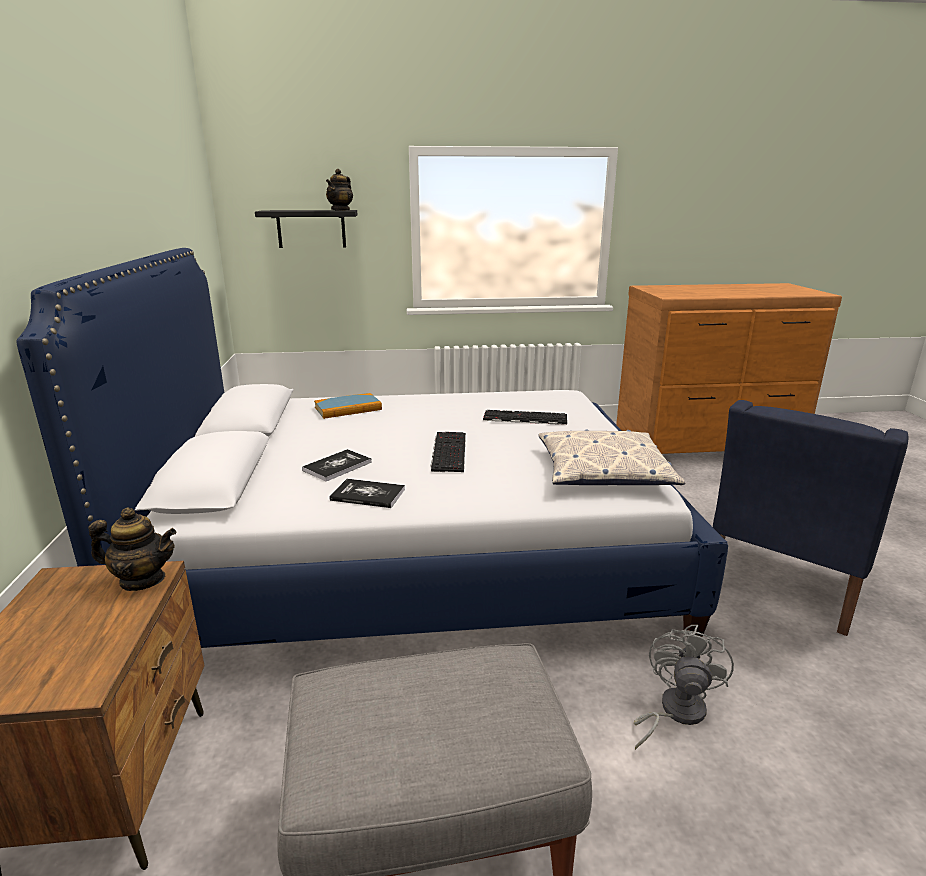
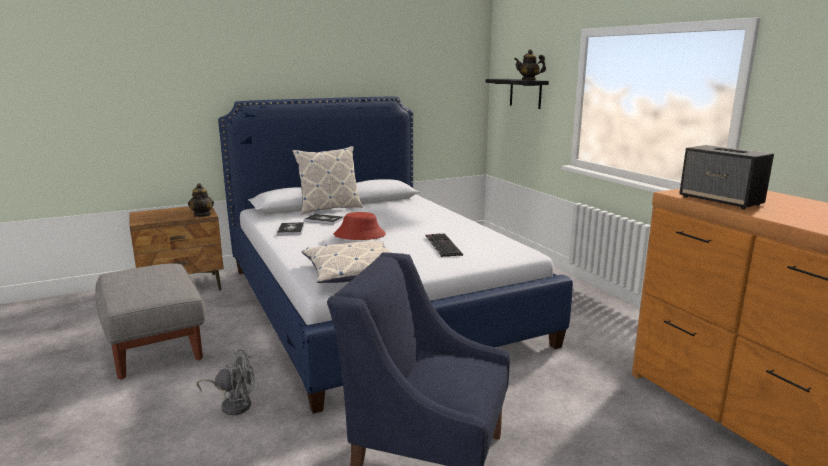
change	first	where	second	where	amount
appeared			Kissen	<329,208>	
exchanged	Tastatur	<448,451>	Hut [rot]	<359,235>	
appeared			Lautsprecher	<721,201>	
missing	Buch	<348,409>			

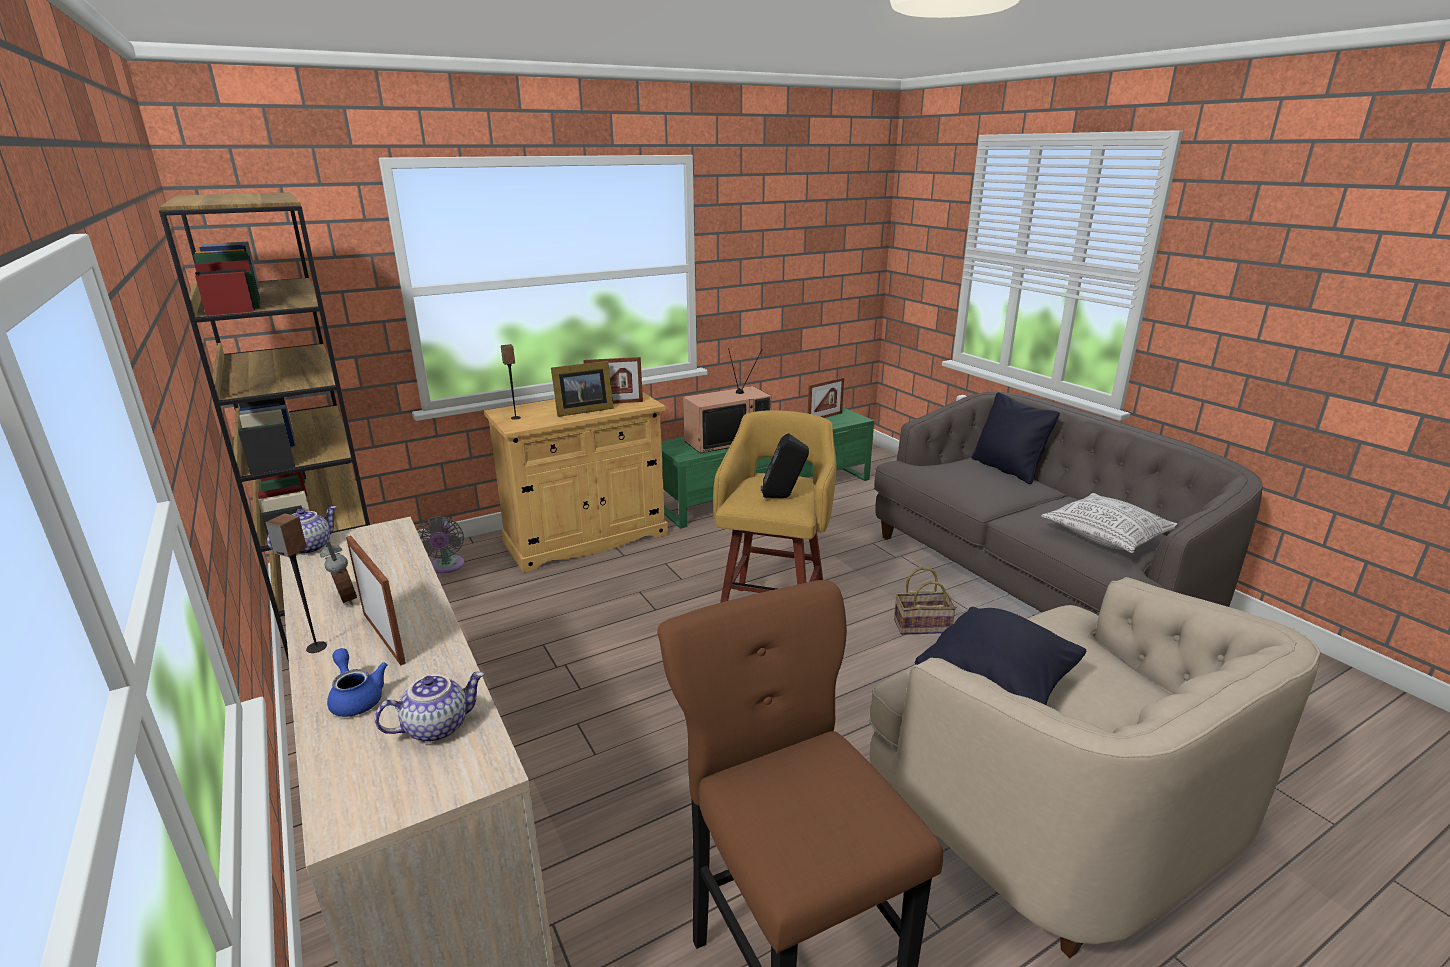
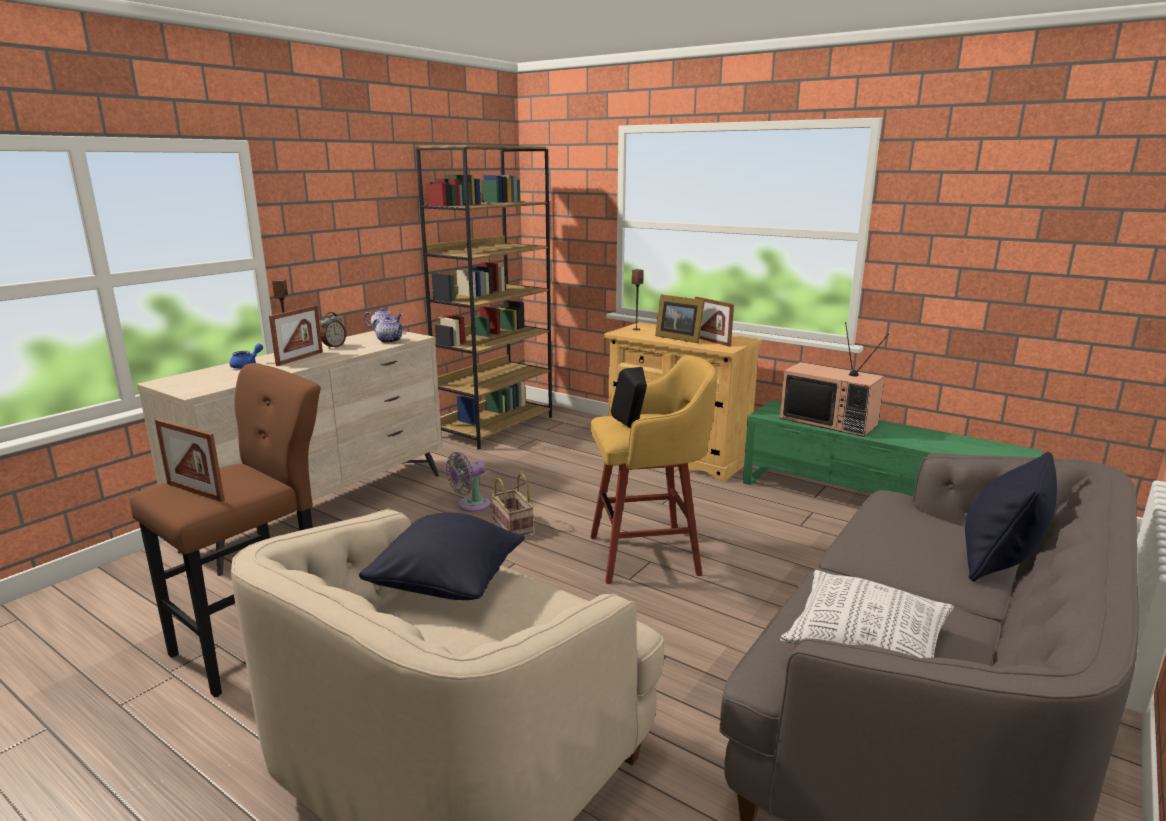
change	first	where	second	where	amount
relocated	Bilderrahmen	<824,417>		<195,492>	
relocated	Teekanne	<437,727>		<390,341>	
relocated	Ventilator [grau]	<446,567>		<470,505>	
relocated	Korb	<923,625>		<514,526>	

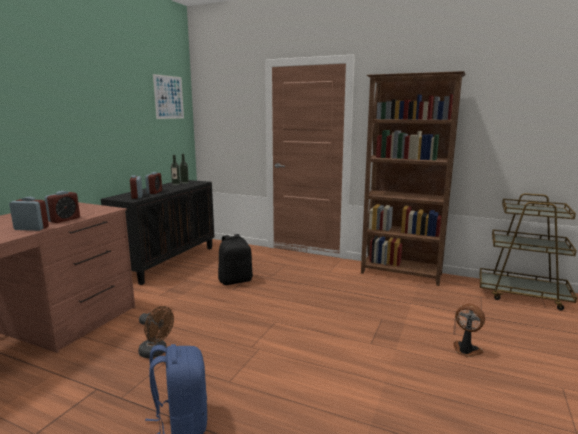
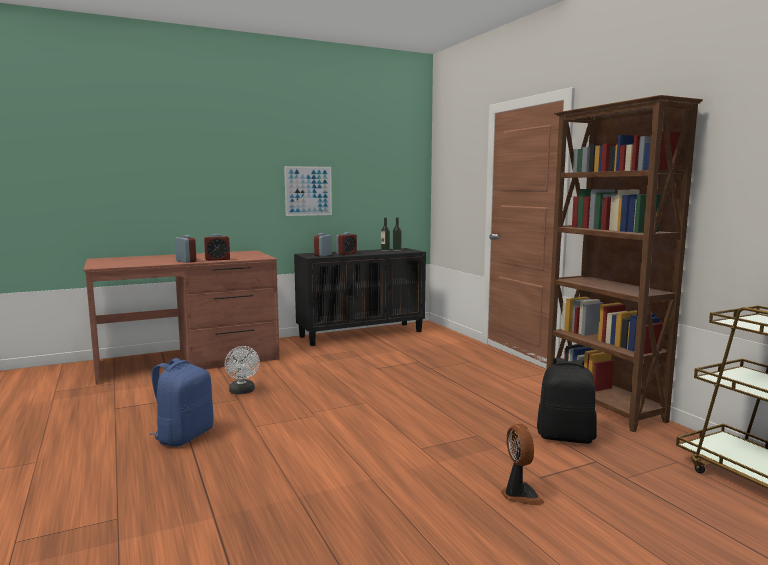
change	first	where	second	where	amount
colour	Ventilator [braun]	<156,352>	Ventilator [weiß]	<242,392>	
relocated	Bild	<169,97>		<308,191>	
relocated	Rucksack [schwarz]	<235,280>		<566,437>	

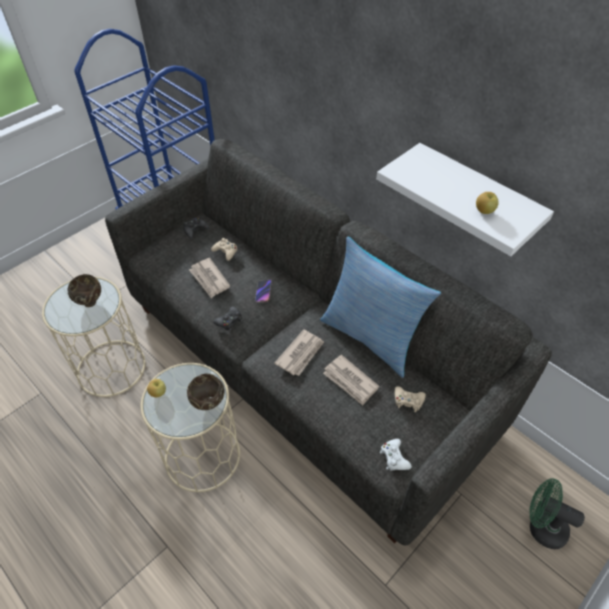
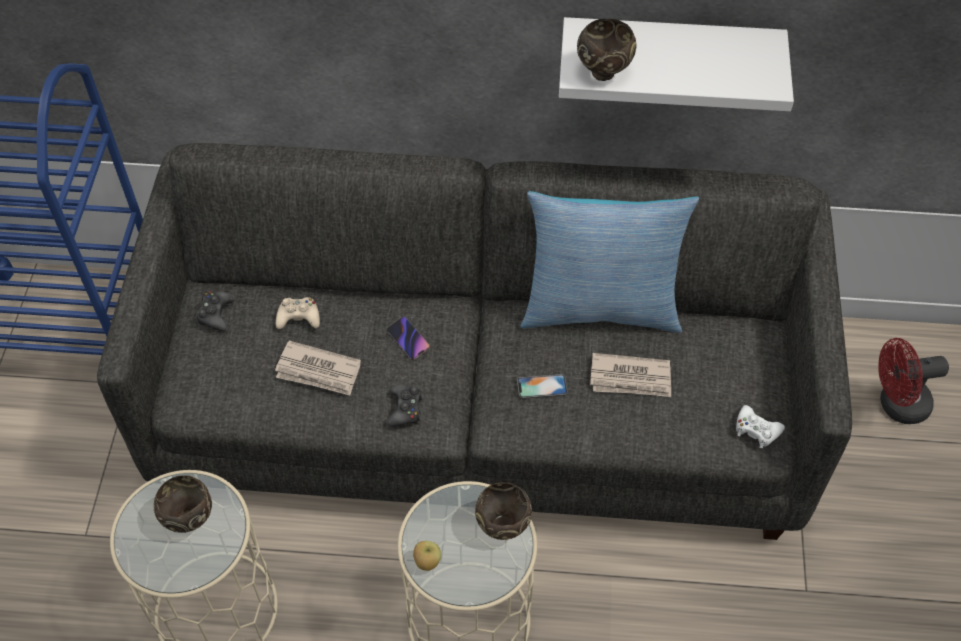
change	first	where	second	where	amount
exchanged	Zeitung	<301,354>	Handy	<542,386>	
appeared			Schüssel [braun]	<604,72>	
colour	Ventilator [grün]	<541,526>	Ventilator [rot]	<896,405>	
missing	Gamepad [beige]	<408,401>			
missing	Apfel	<484,211>			

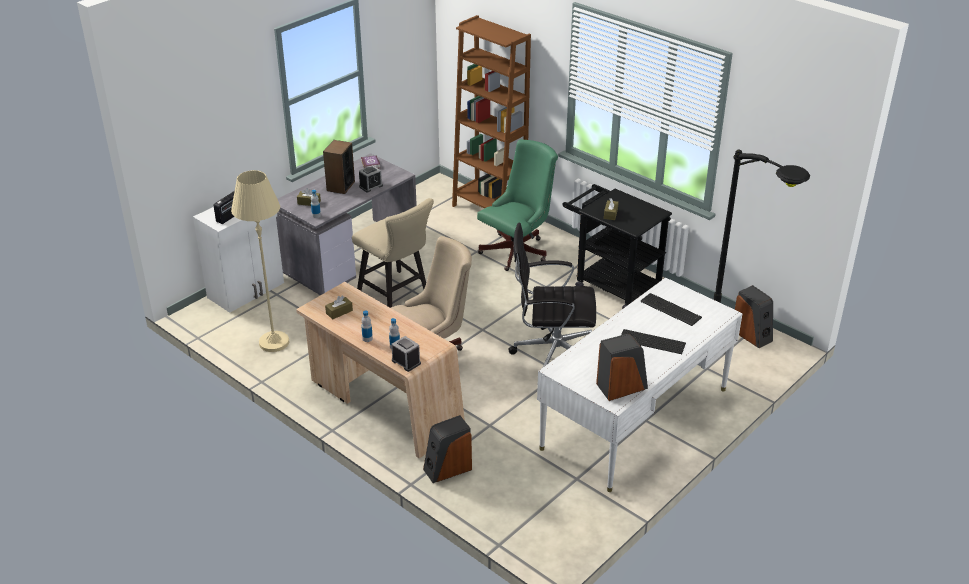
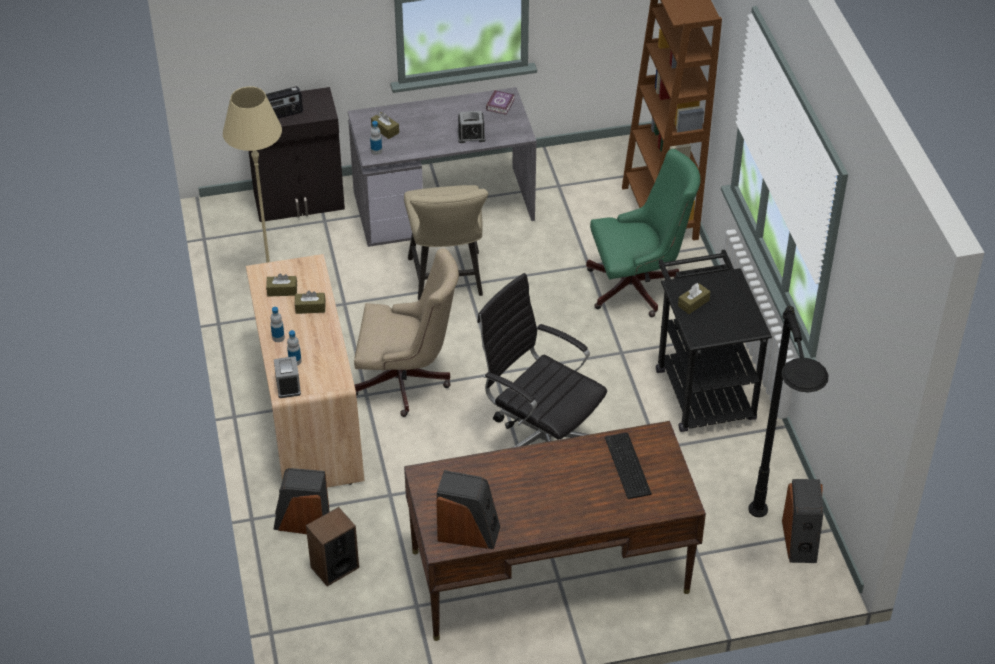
change	first	where	second	where	amount
colour	Schrank [weiß]	<247,290>	Schrank [schwarz]	<299,201>	
appeared			Taschentuchbox [braun]	<310,307>	
relocated	Lautsprecher	<340,186>		<334,567>	
colour	Schreibtisch [weiß]	<635,418>	Schreibtisch [braun]	<550,571>	
missing	Tastatur	<652,342>			

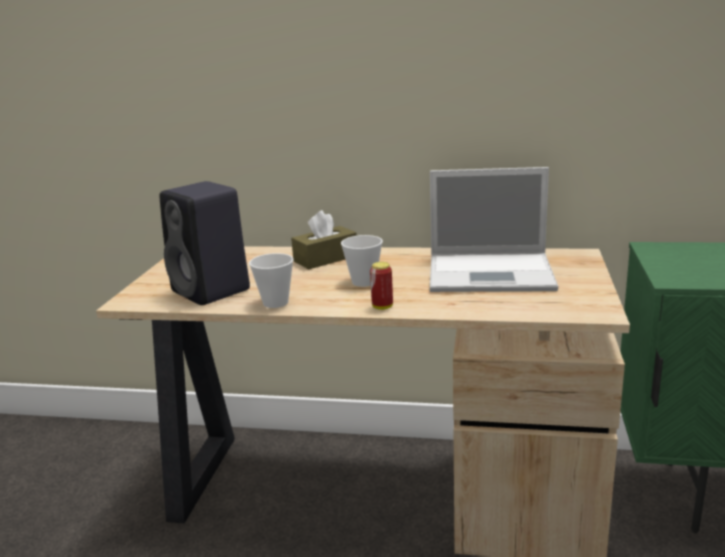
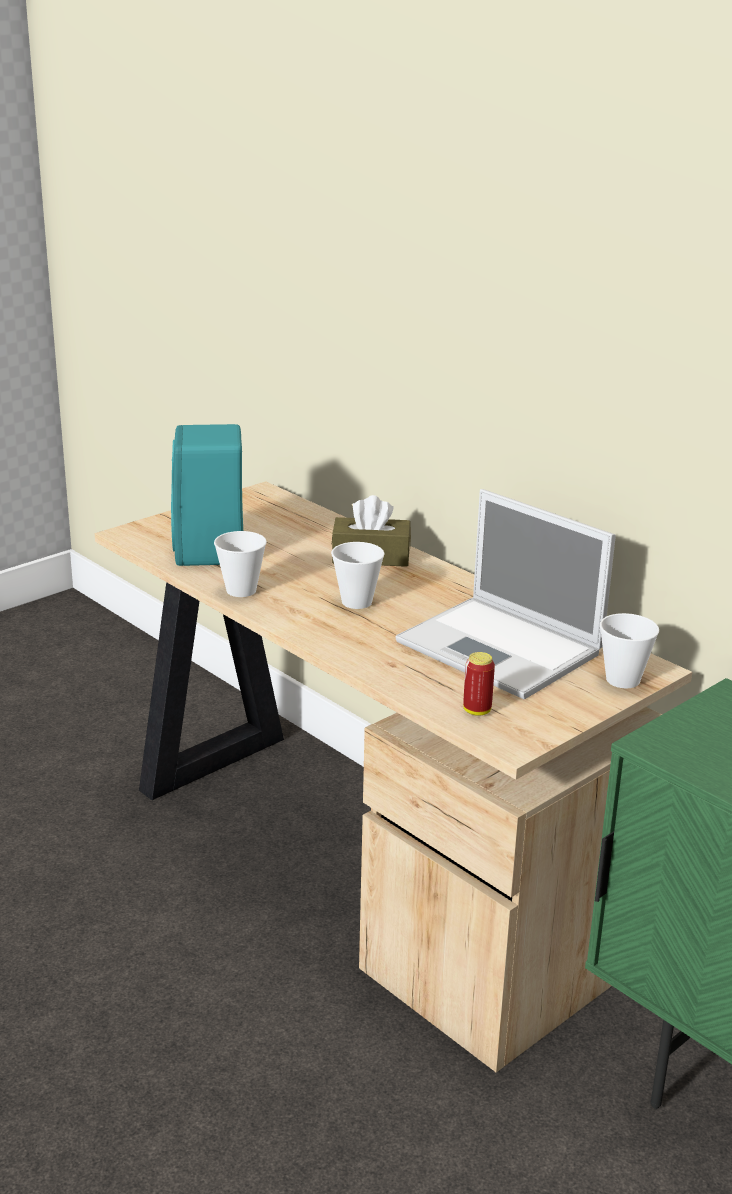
change	first	where	second	where	amount
colour	Lautsprecher [schwarz]	<213,291>	Lautsprecher [türkis]	<211,552>	
relocated	Dose	<382,307>		<477,711>	
appeared			Tasse	<623,680>	

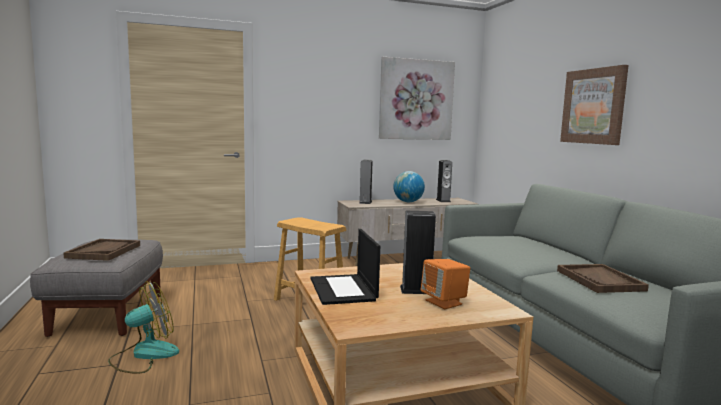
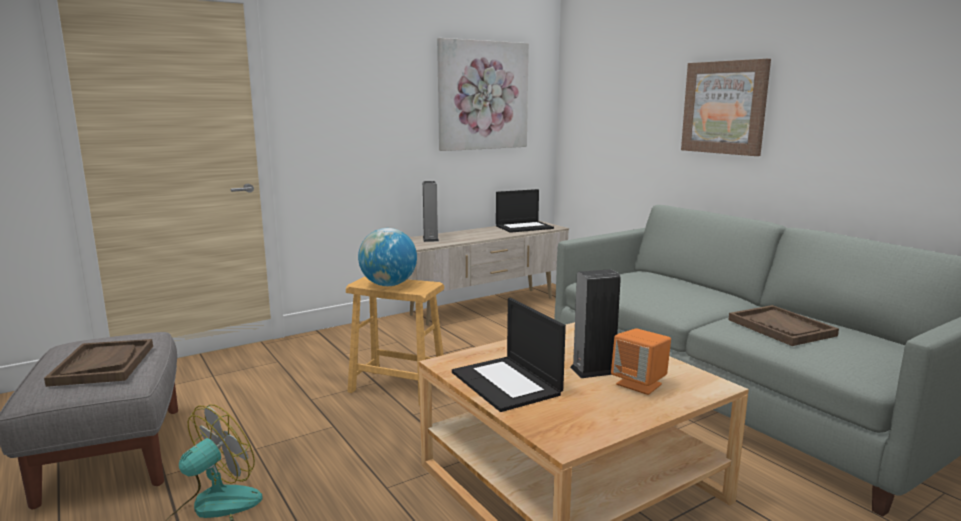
change	first	where	second	where	amount
relocated	Globus	<408,202>		<388,285>	
exchanged	Lautsprecher	<443,200>	Laptop	<524,227>	

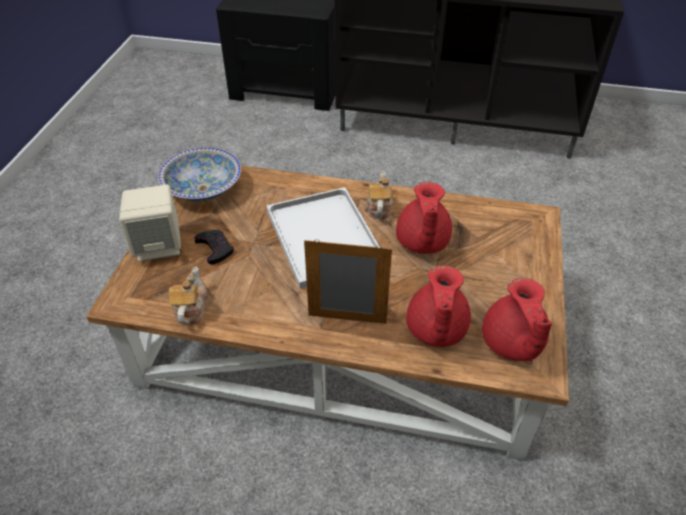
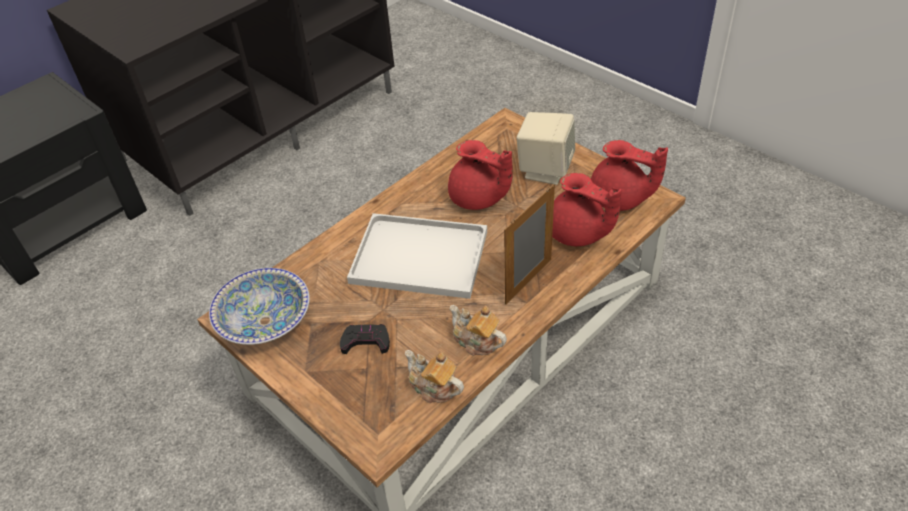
change	first	where	second	where	amount
relocated	Teekanne	<378,207>		<476,341>	
relocated	Lautsprecher [beige]	<159,245>		<545,169>	

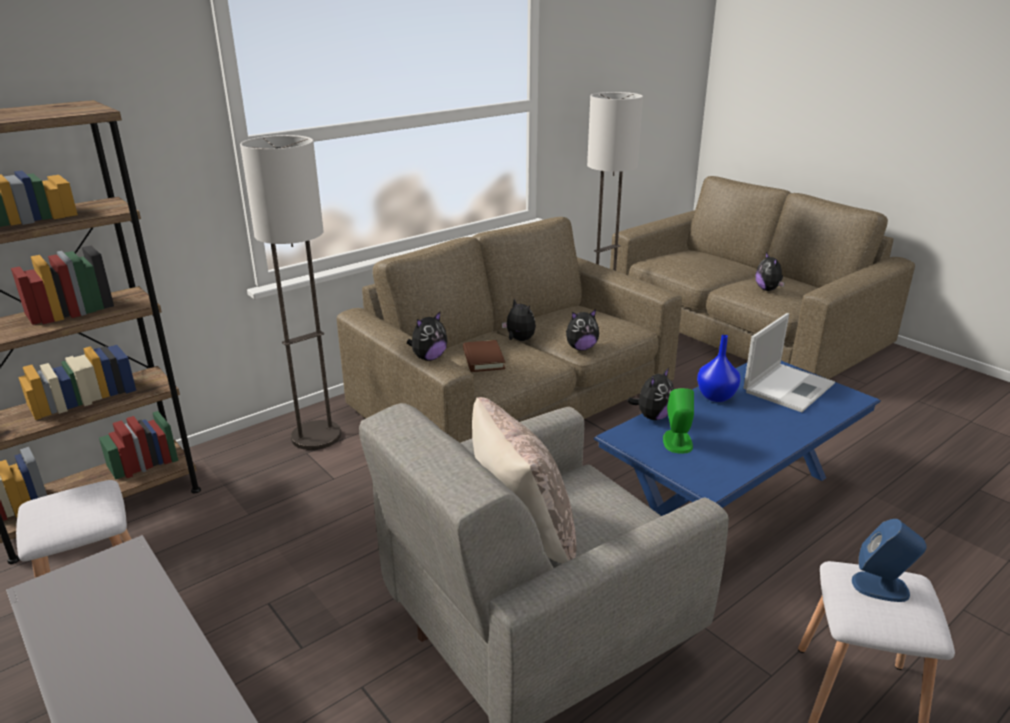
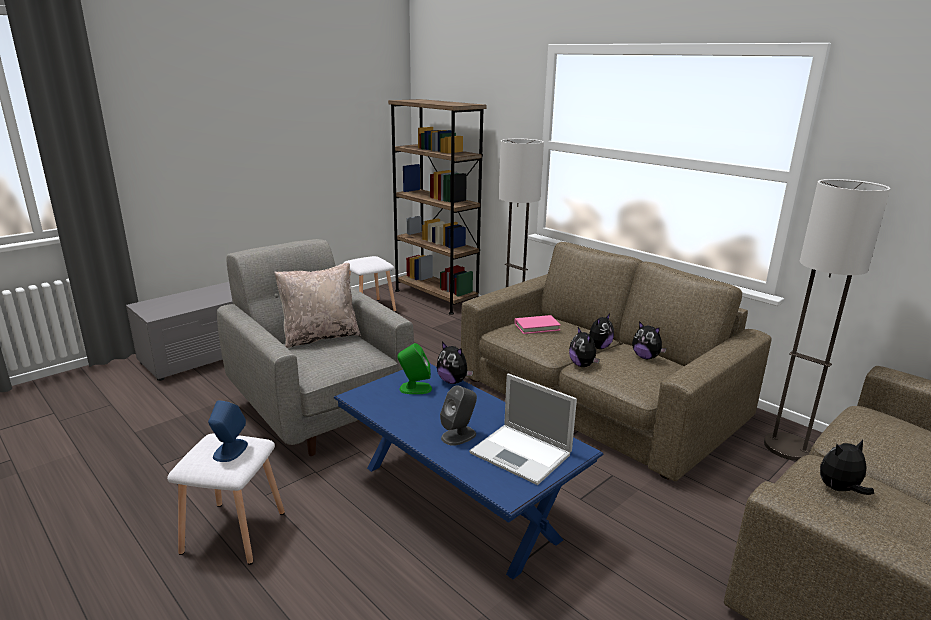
change	first	where	second	where	amount
appeared			Lautsprecher [grau]	<459,435>	
colour	Buch [braun]	<483,359>	Buch [rosa]	<537,327>	
relocated	Plüschtier	<428,358>		<646,357>	
missing	Vase [blau]	<716,397>			

